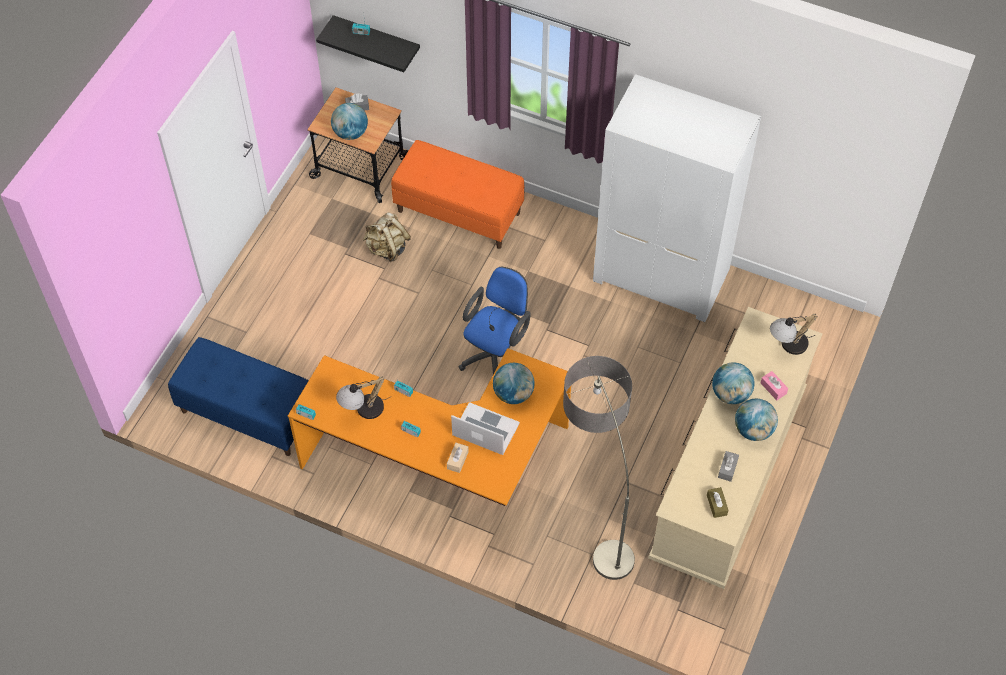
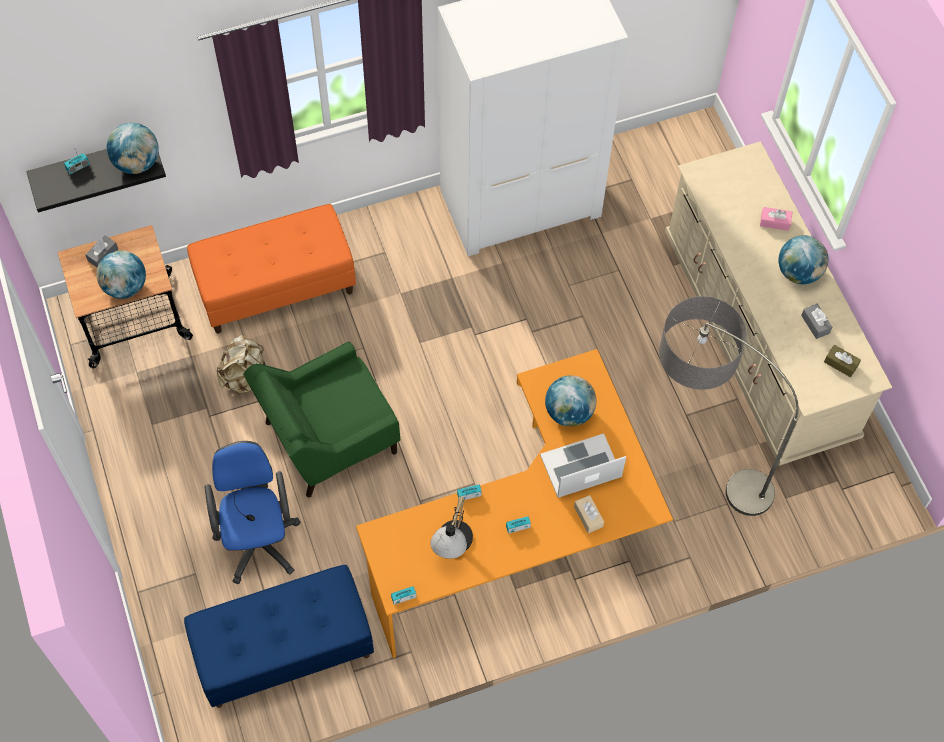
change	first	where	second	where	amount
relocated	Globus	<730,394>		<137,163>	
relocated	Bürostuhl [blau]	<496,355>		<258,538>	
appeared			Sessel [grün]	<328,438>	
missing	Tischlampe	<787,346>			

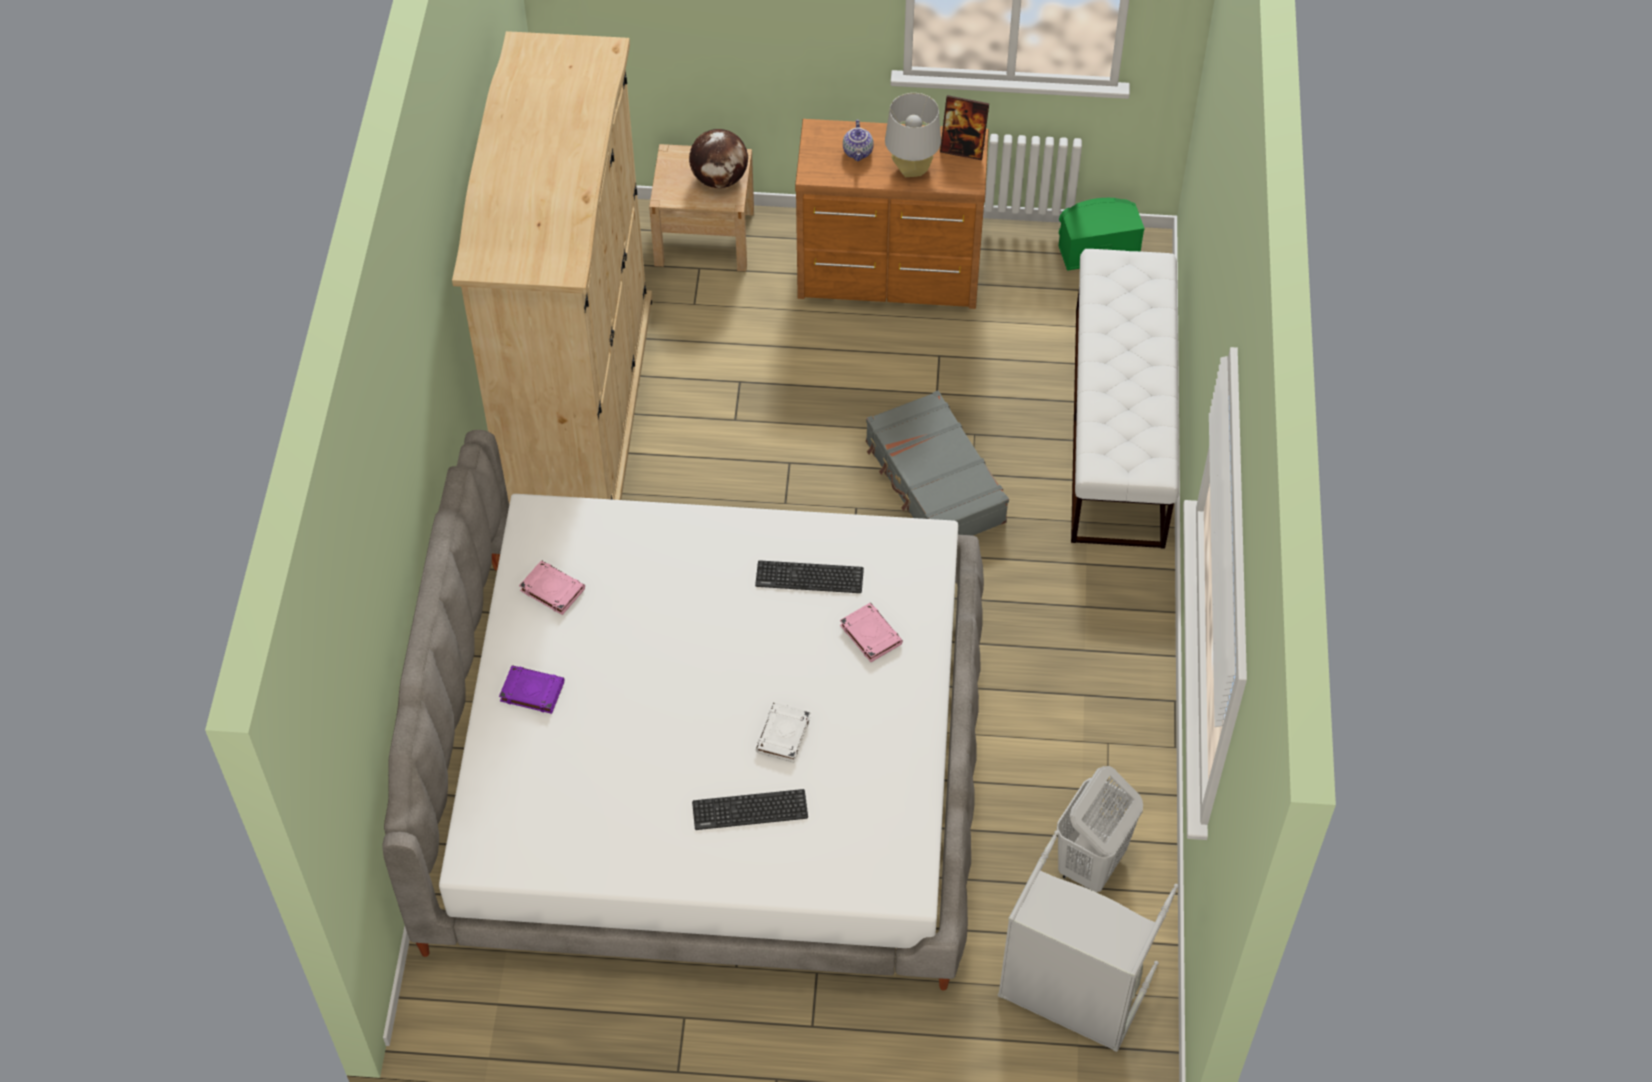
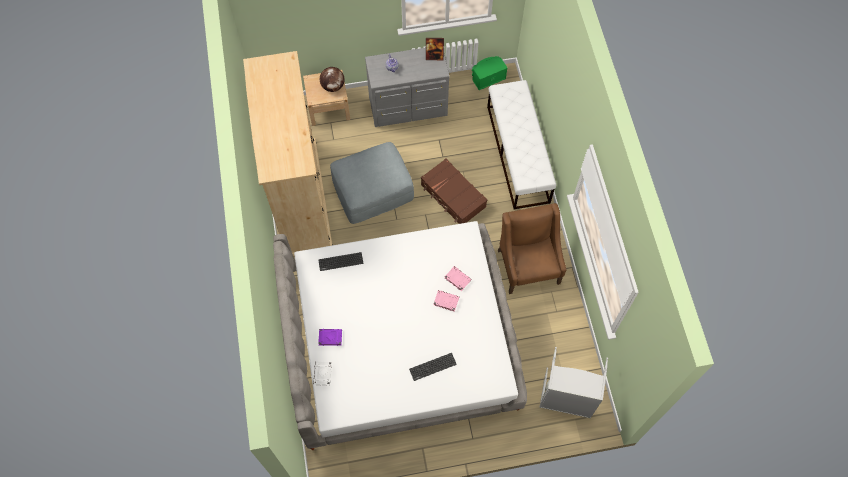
change	first	where	second	where	amount
relocated	Buch [weiß]	<783,735>		<322,374>	
relocated	Tastatur	<809,577>		<340,261>	
appeared			Polsterhocker [grau]	<373,190>	
colour	Kommode [braun]	<890,275>	Kommode [grau]	<409,108>	
colour	Koffer [grau]	<934,483>	Koffer [braun]	<453,196>	
relocated	Buch [rosa]	<551,590>		<446,301>	
appeared			Sessel [braun]	<528,266>	
missing	Tischlampe [grau]	<911,169>			
missing	Wäschekorb [weiß]	<1090,865>			

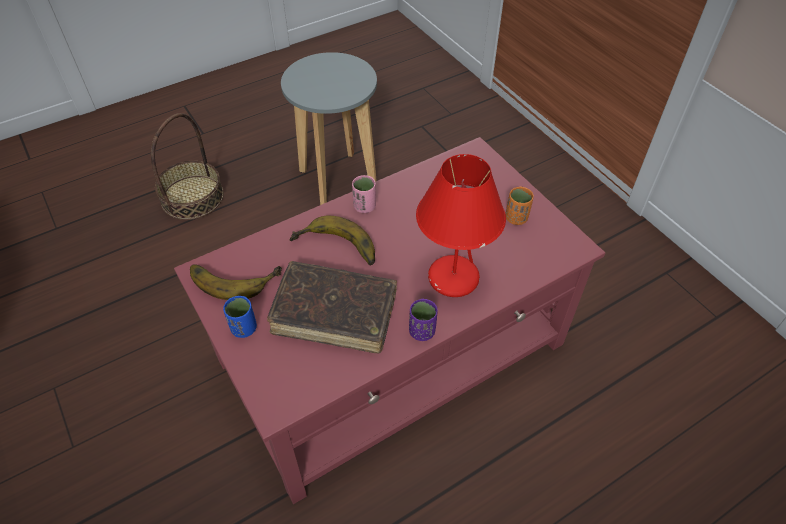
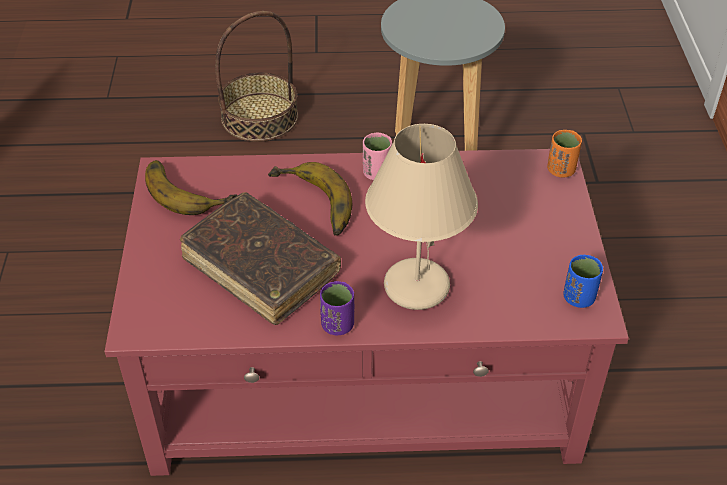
change	first	where	second	where	amount
colour	Tischlampe [rot]	<452,278>	Tischlampe [beige]	<415,286>	
relocated	Tasse [orange]	<516,218>		<561,170>	
relocated	Tasse [blau]	<244,328>		<578,298>	

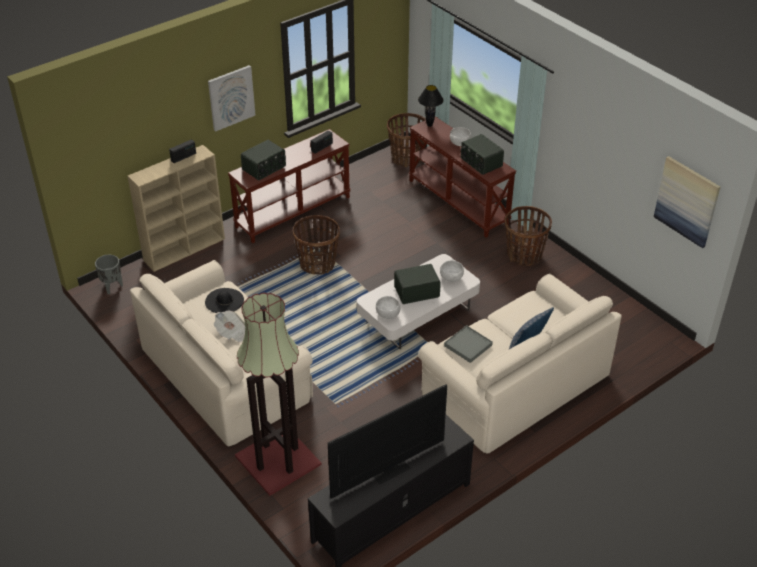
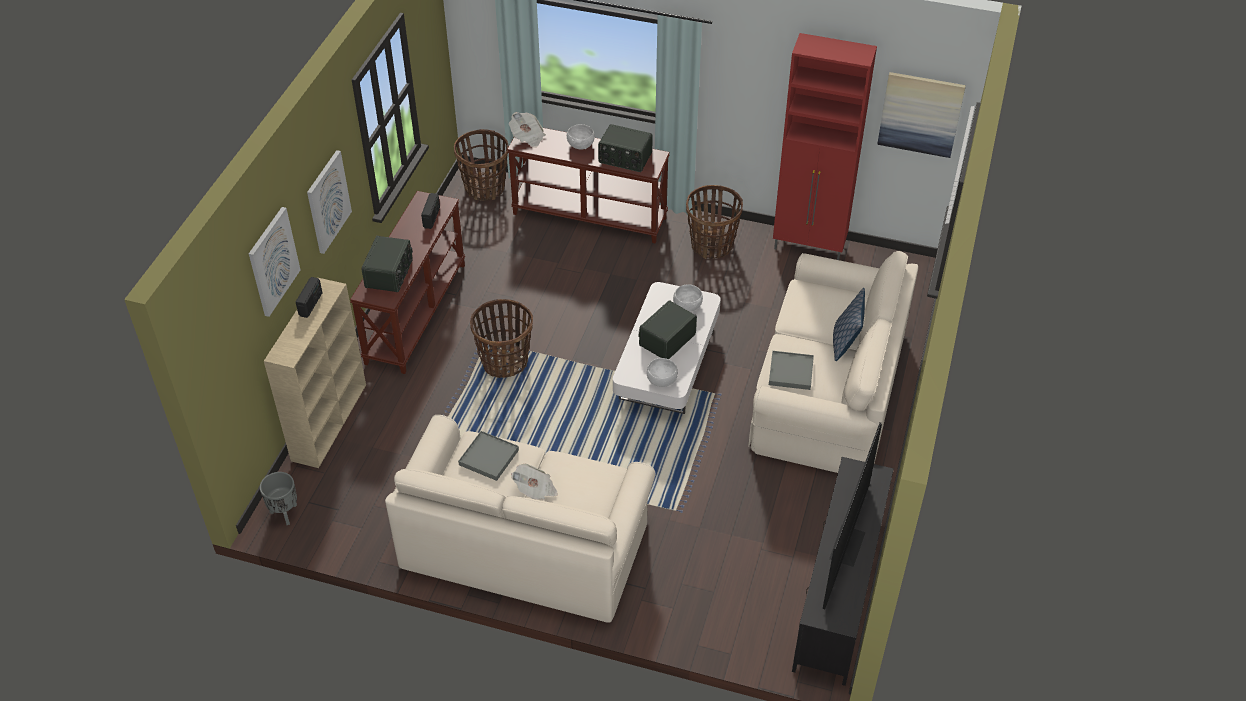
change	first	where	second	where	amount
appeared			Bild	<273,261>	
exchanged	Hut [schwarz]	<224,301>	Tablett [grau]	<488,457>	
exchanged	Tischlampe [schwarz]	<429,125>	Zeitung	<527,137>	
appeared			Schrank [rot]	<810,247>	
missing	Stehlampe	<276,460>			

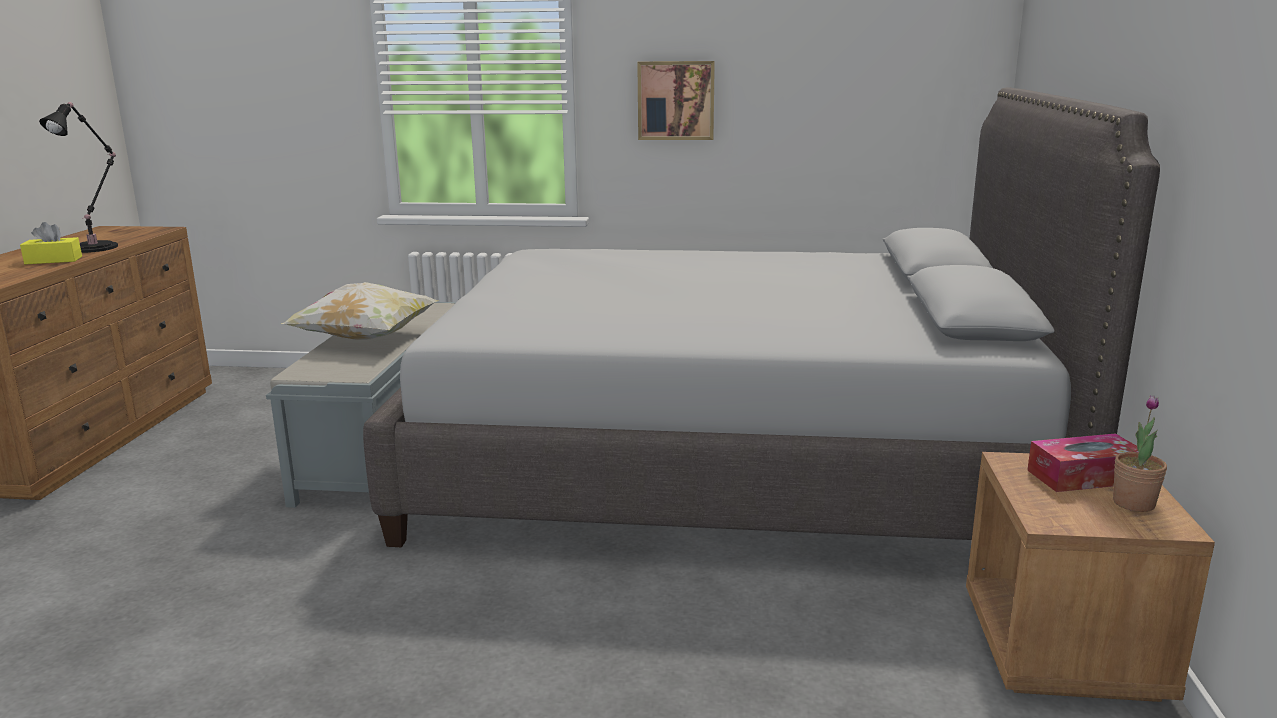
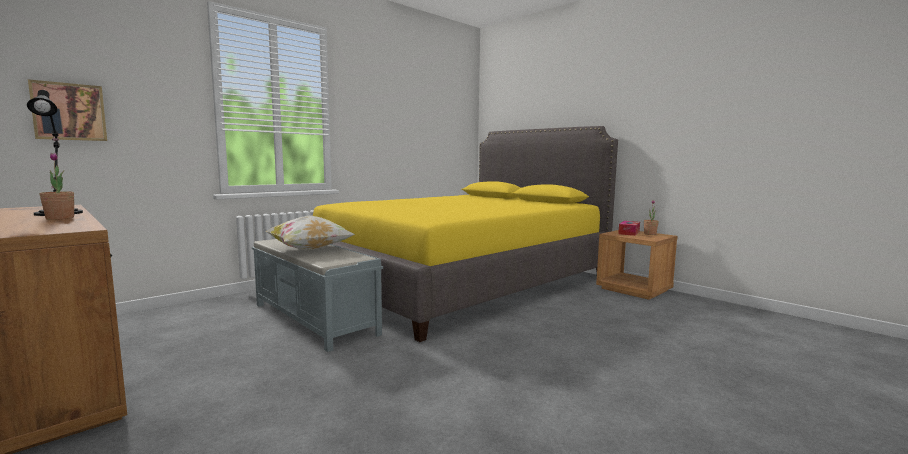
change	first	where	second	where	amount
relocated	Bild	<676,100>		<69,112>	
exchanged	Taschentuchbox [gelb]	<53,260>	Topfpflanze	<60,218>	
colour	Bett [grau]	<728,461>	Bett [gelb]	<462,282>	

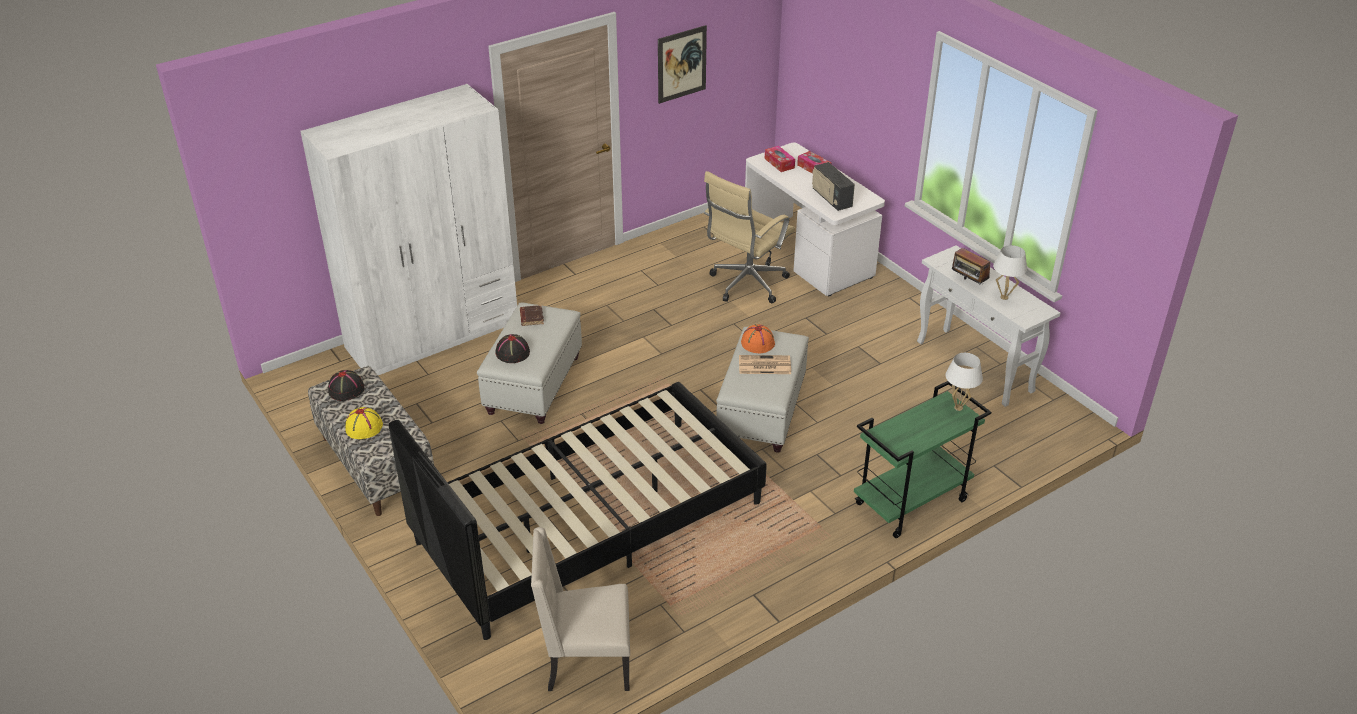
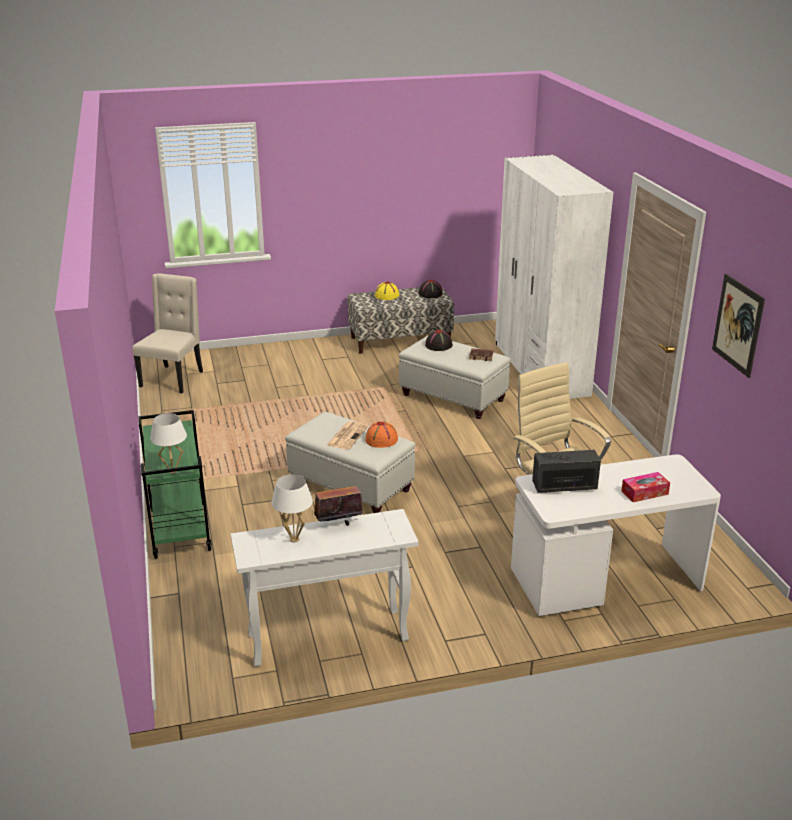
change	first	where	second	where	amount
missing	Bett [schwarz]	<589,522>			
missing	Taschentuchbox	<779,163>			

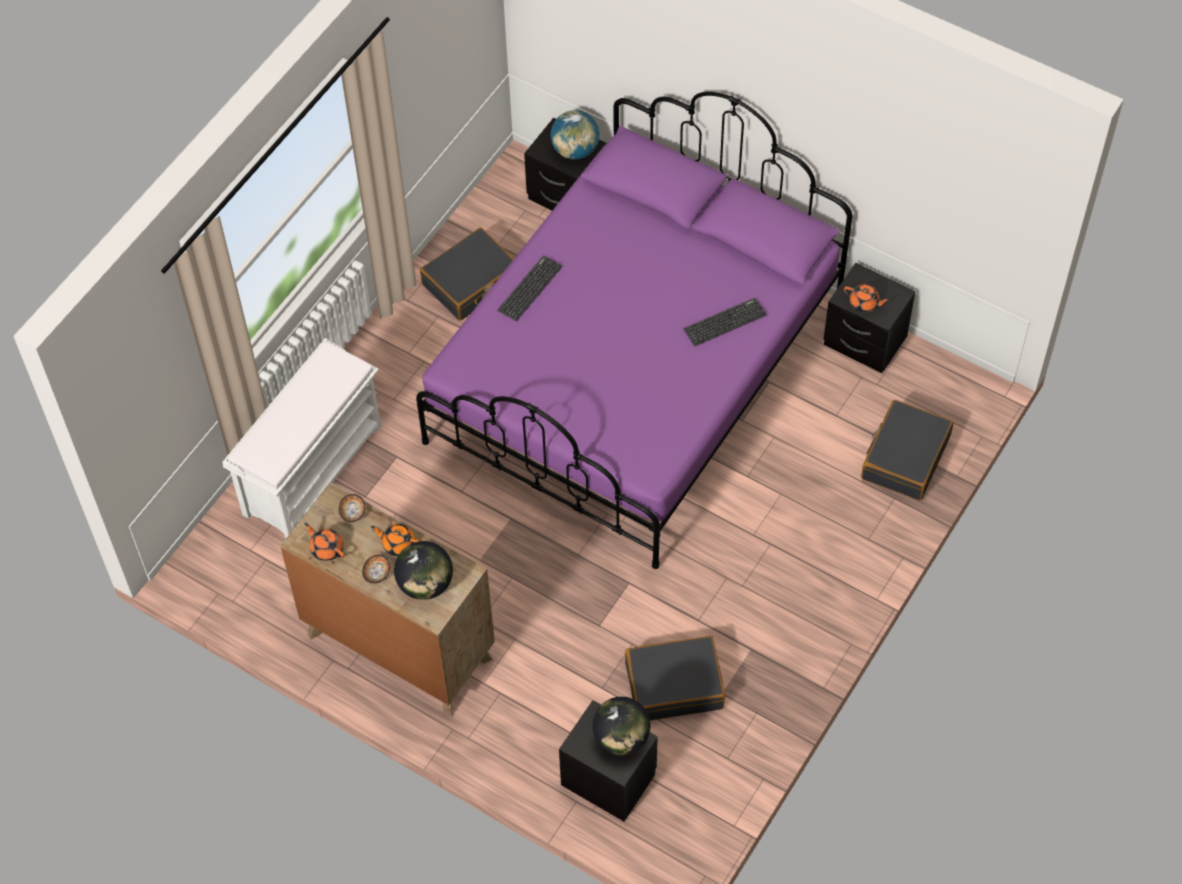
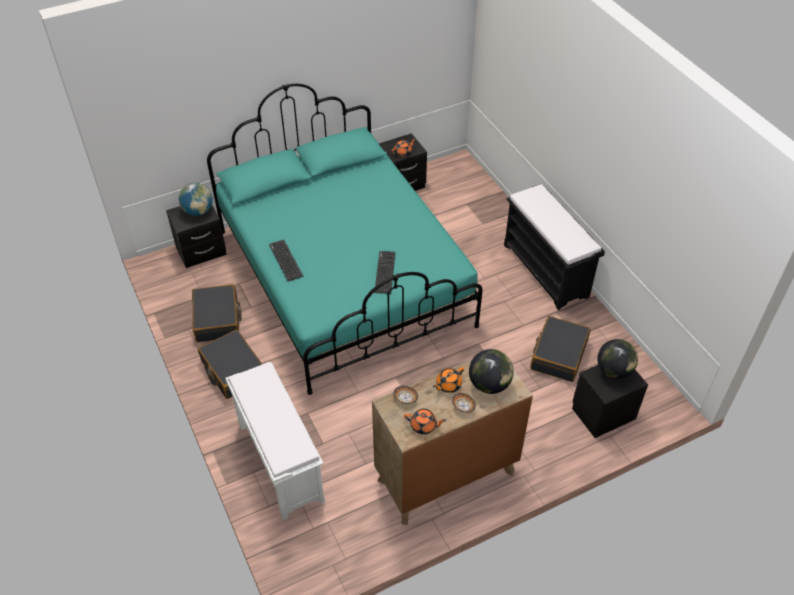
change	first	where	second	where	amount
relocated	Koffer [schwarz]	<904,457>		<233,370>	
colour	Bett [lila]	<635,373>	Bett [türkis]	<344,277>	
relocated	Tastatur	<725,322>		<385,272>	
spun	Teekanne [orange]	<326,548>		<424,426>	150 degrees counterclockwise
appeared			Bank [schwarz]	<546,271>	

